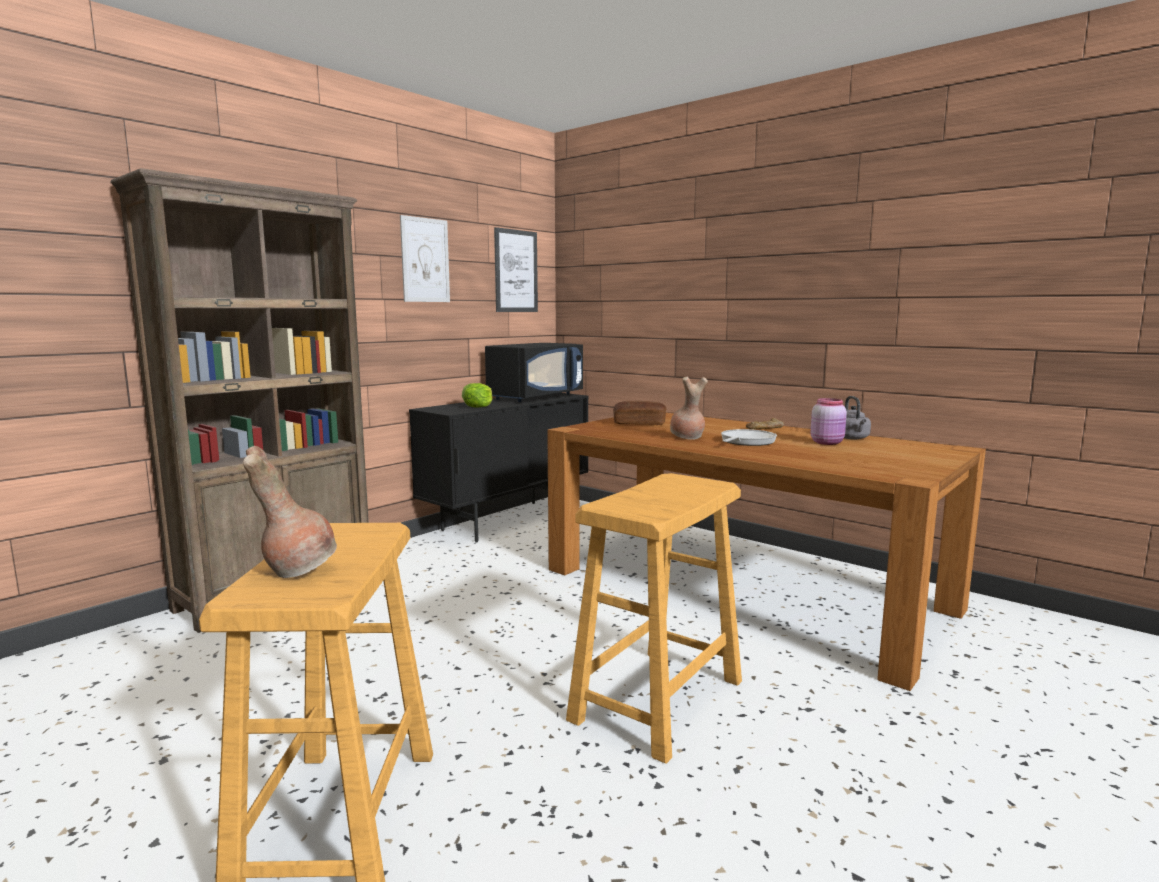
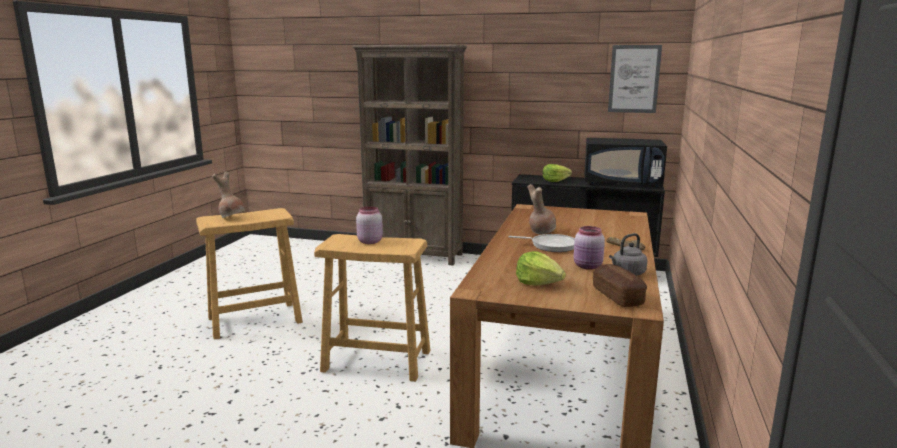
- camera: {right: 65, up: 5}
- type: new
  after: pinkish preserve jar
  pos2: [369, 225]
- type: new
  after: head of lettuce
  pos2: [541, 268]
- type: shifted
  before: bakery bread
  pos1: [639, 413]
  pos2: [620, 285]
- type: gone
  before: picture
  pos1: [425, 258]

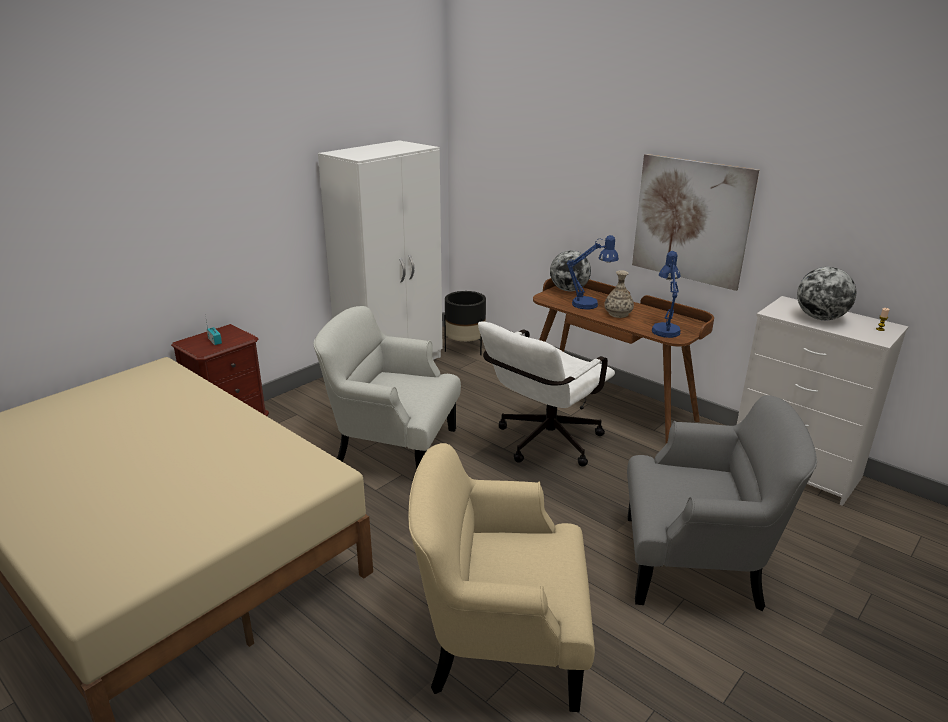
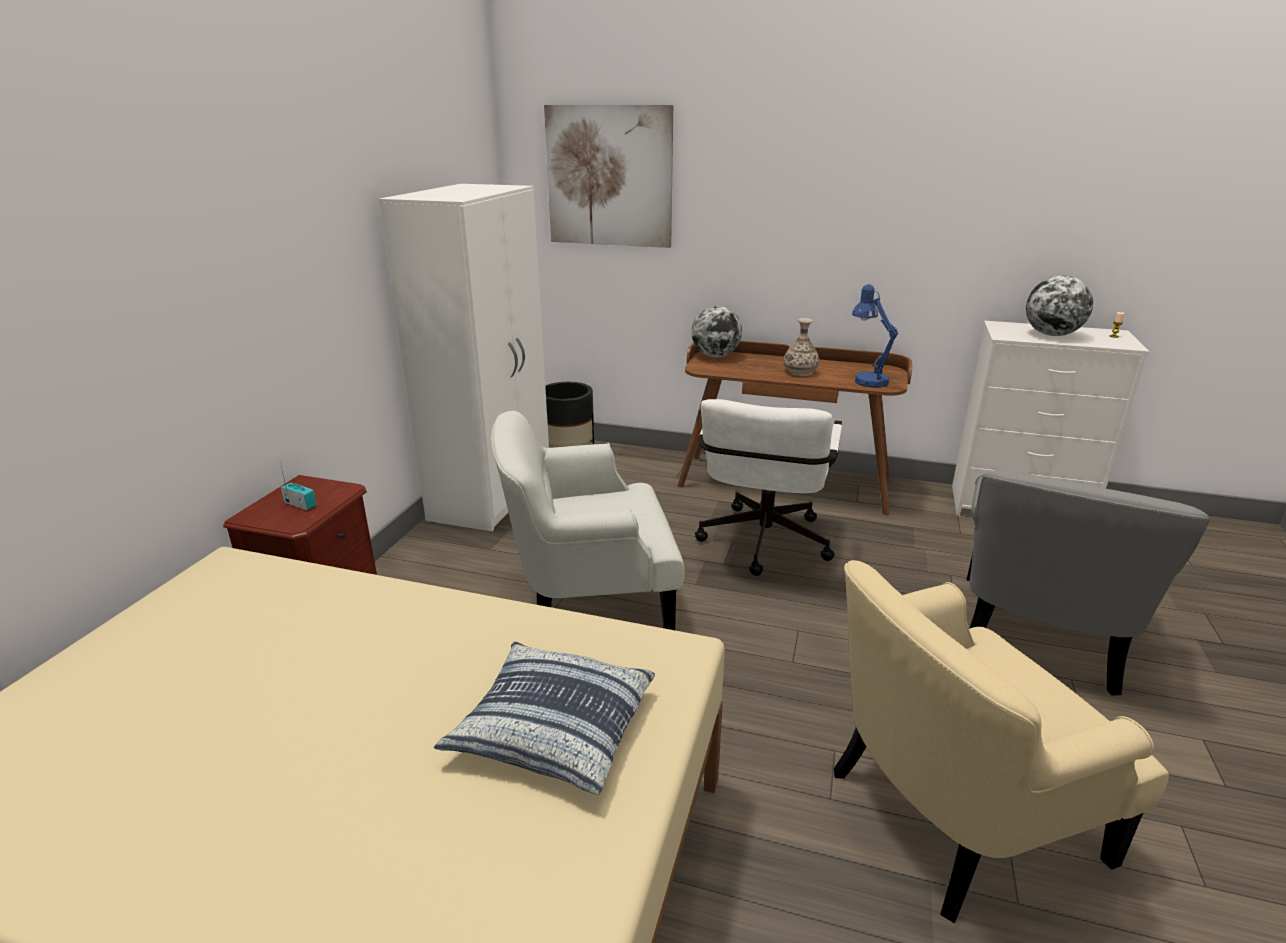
- camera: {right: -25, up: 0}
- type: new
  after: pillow
  pos2: [544, 718]
- type: shifted
  before: picture
  pos1: [695, 222]
  pos2: [608, 176]
- type: rotated
  before: greyish armchair
  pos1: [722, 503]
  pos2: [1088, 582]
  turn: 135
- type: gone
  before: blue table lamp
  pos1: [593, 272]

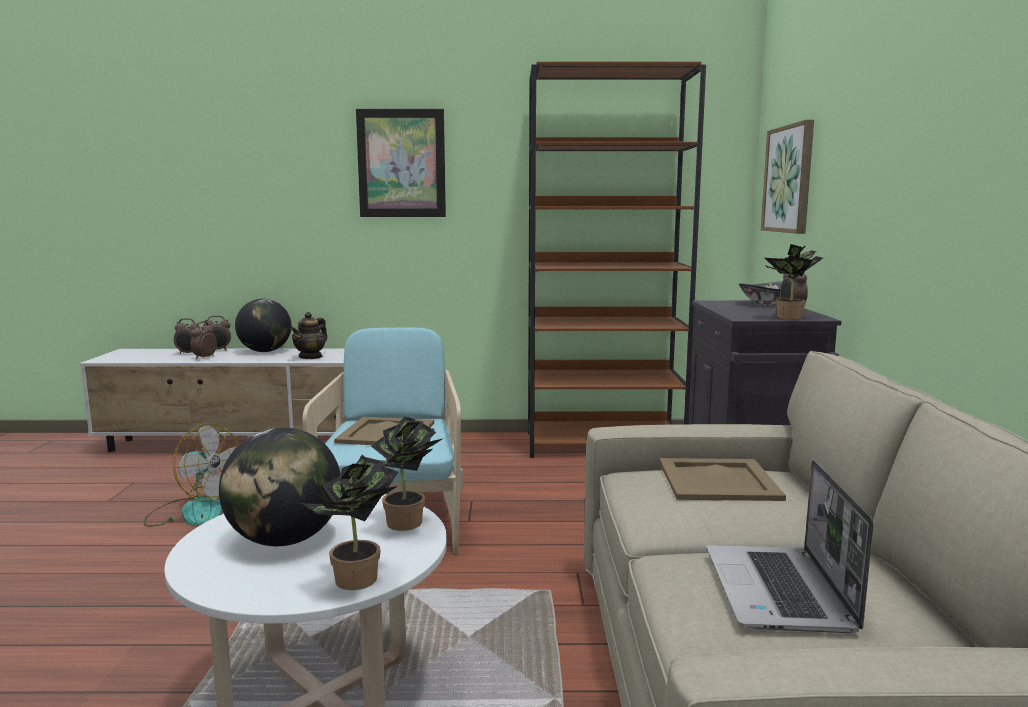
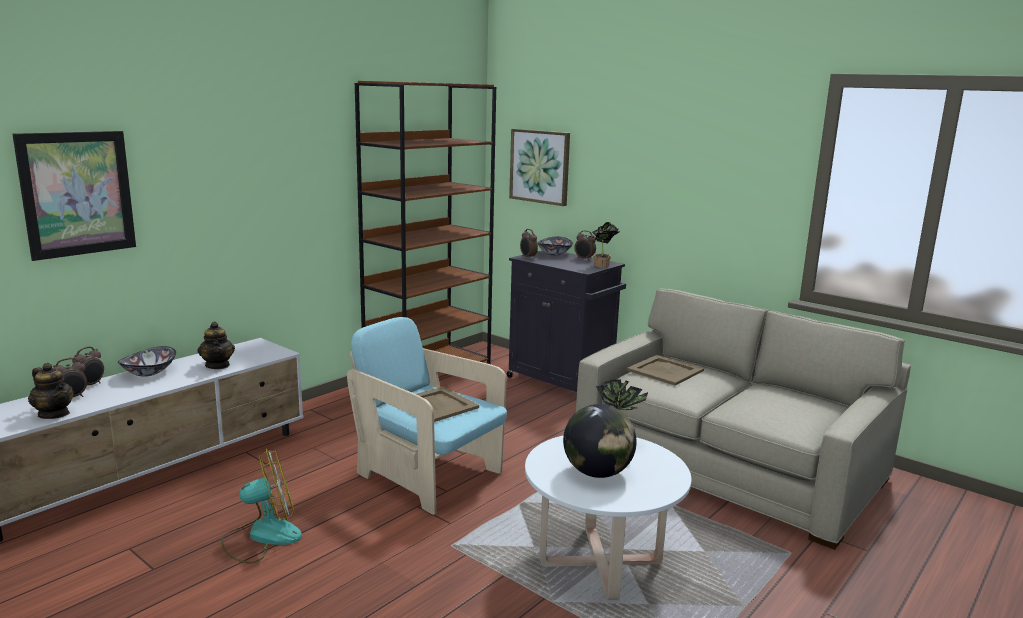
- camera: {right: -50, up: 5}
- type: shifted
  before: picture
  pos1: [401, 163]
  pos2: [74, 196]
- type: new
  after: tea pot
  pos2: [51, 391]
- type: swapped
  before: desk globe
  after: deep dish
  pos1: [263, 325]
  pos2: [147, 361]
- type: shifted
  before: table clock
  pos1: [204, 340]
  pos2: [529, 244]
- type: gone
  before: plant in a pot
  pos1: [350, 522]
- type: gone
  before: laptop
  pos1: [790, 546]

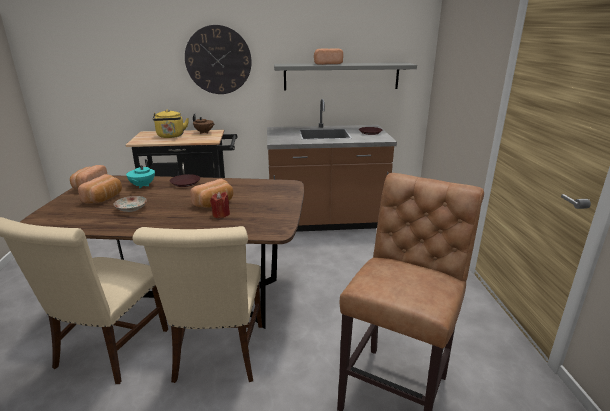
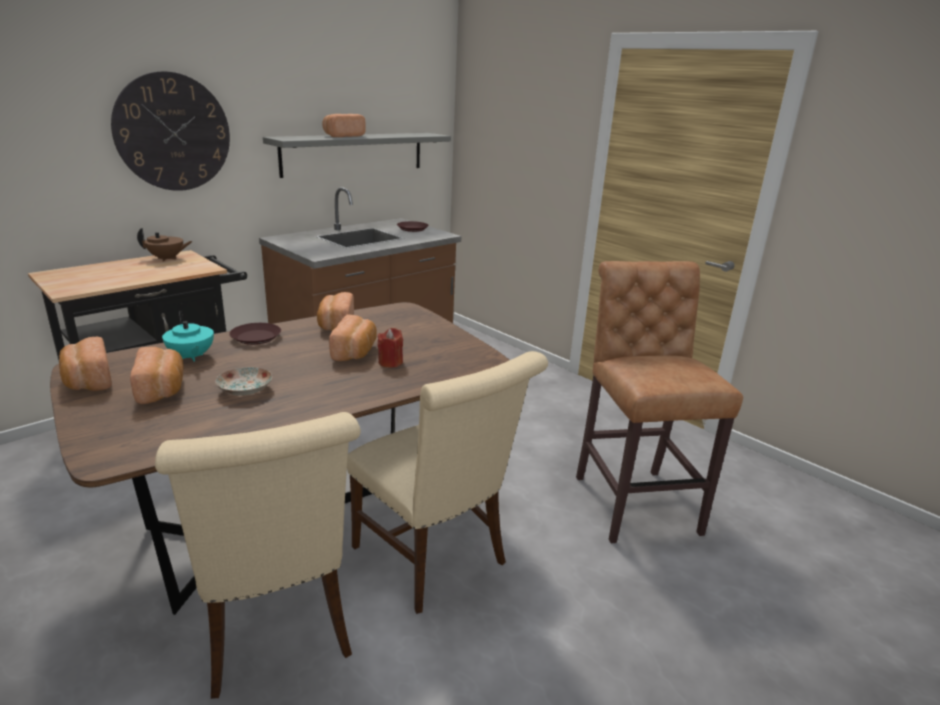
- camera: {right: -40, up: 0}
- type: new
  after: bakery bread
  pos2: [335, 311]
- type: gone
  before: yellow tea kettle
  pos1: [171, 123]

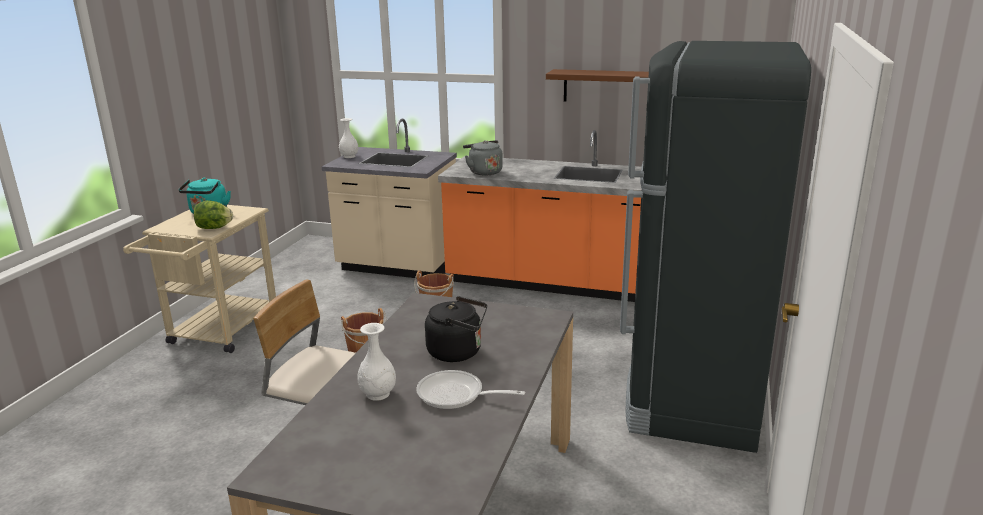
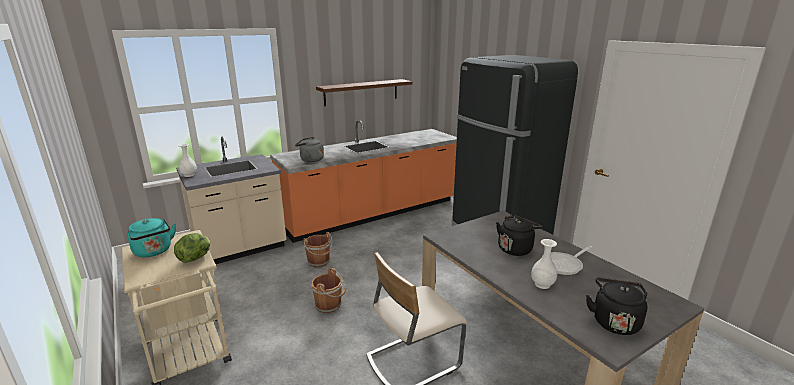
- camera: {right: -50, up: 0}
- type: new
  after: blackish tea kettle
  pos2: [617, 306]

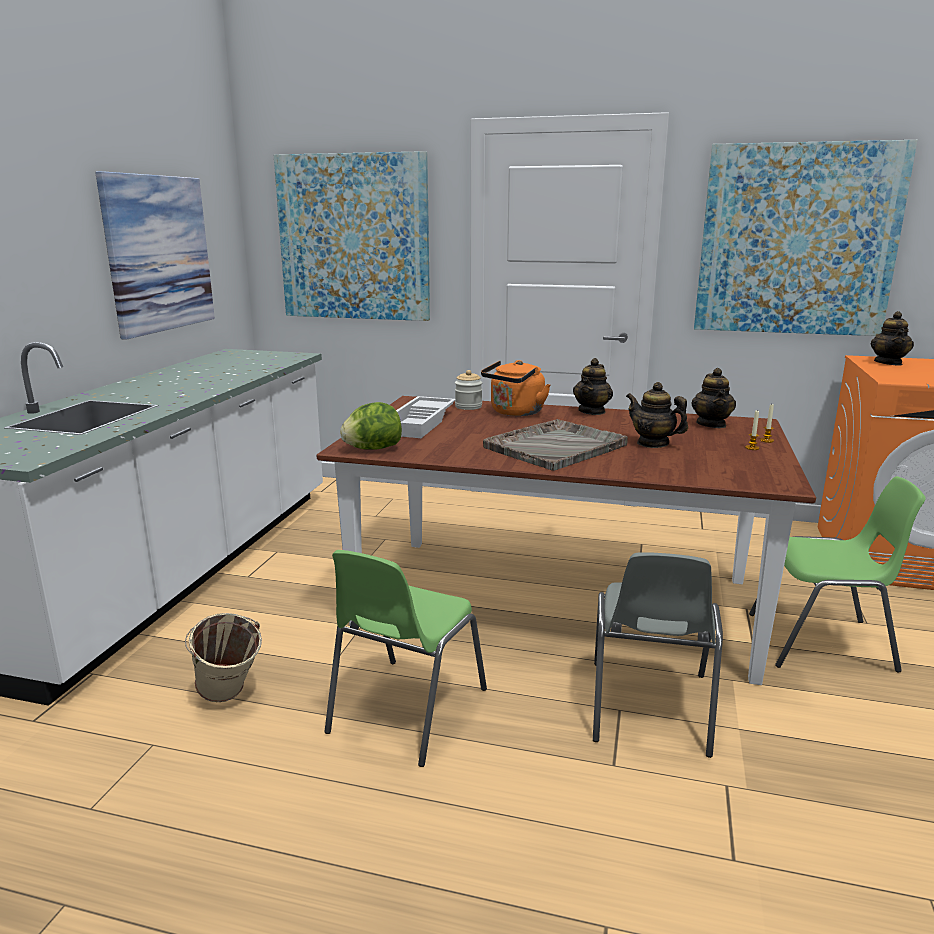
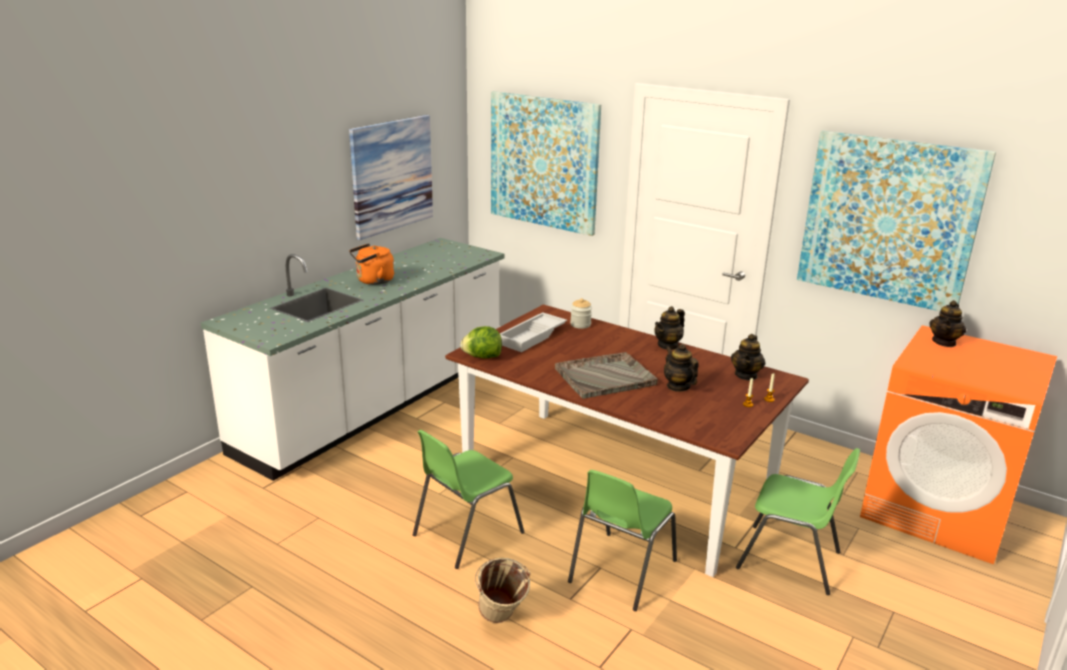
- camera: {right: 20, up: 5}
- type: shifted
  before: orange tea kettle
  pos1: [515, 388]
  pos2: [371, 264]
- type: shifted
  before: beige bucket
  pos1: [223, 657]
  pos2: [503, 590]
- type: repainted
  before: greyish chair
  after: green-coloured chair
  pos1: [658, 655]
  pos2: [622, 540]

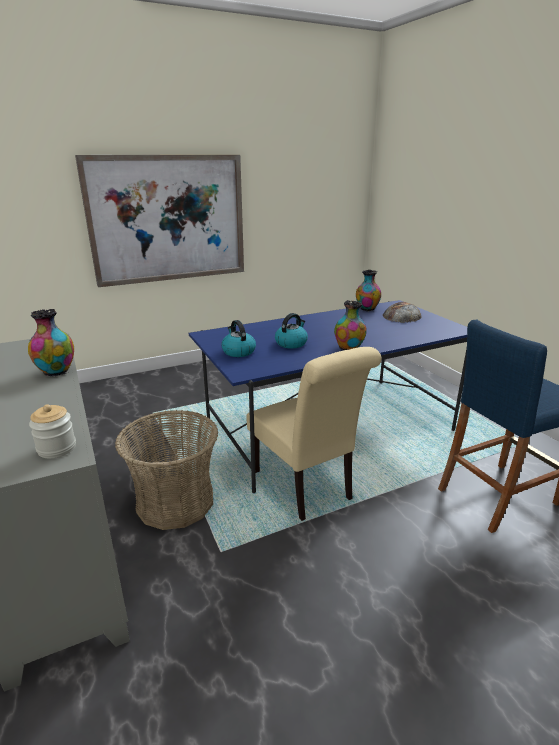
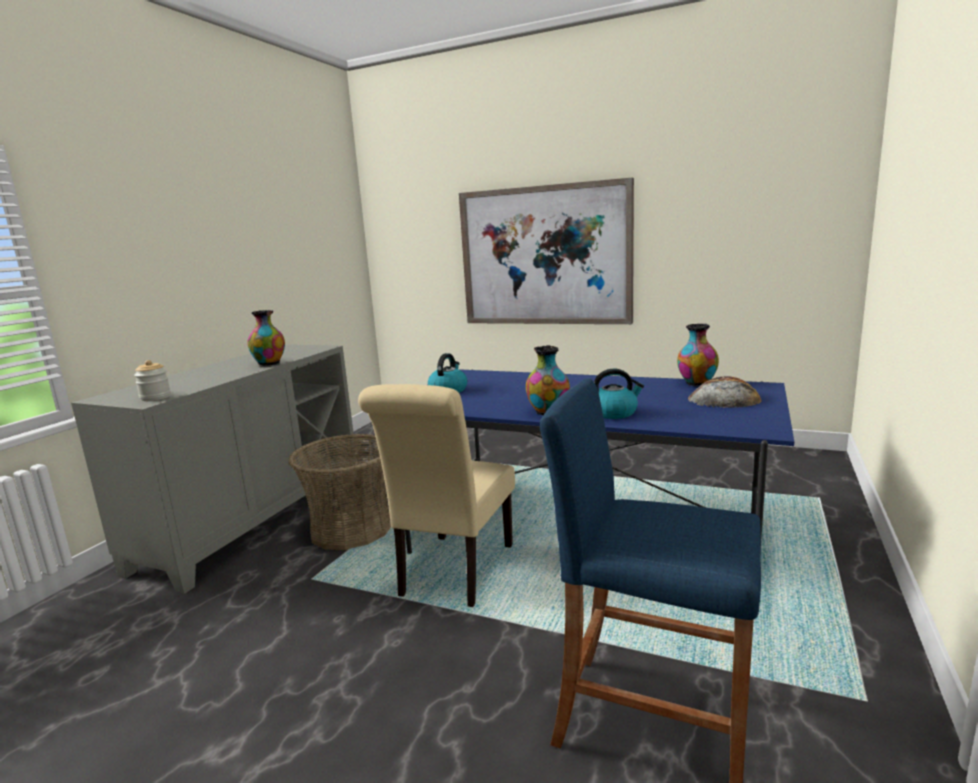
- camera: {right: 50, up: -10}
- type: shifted
  before: tea kettle
  pos1: [291, 330]
  pos2: [619, 394]

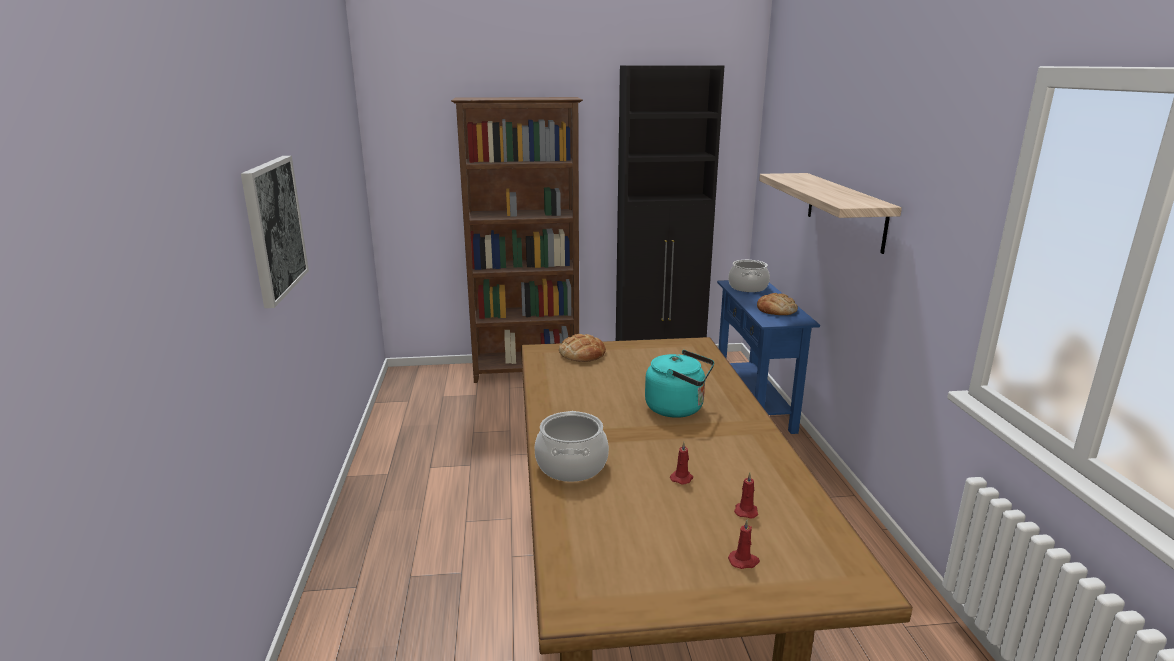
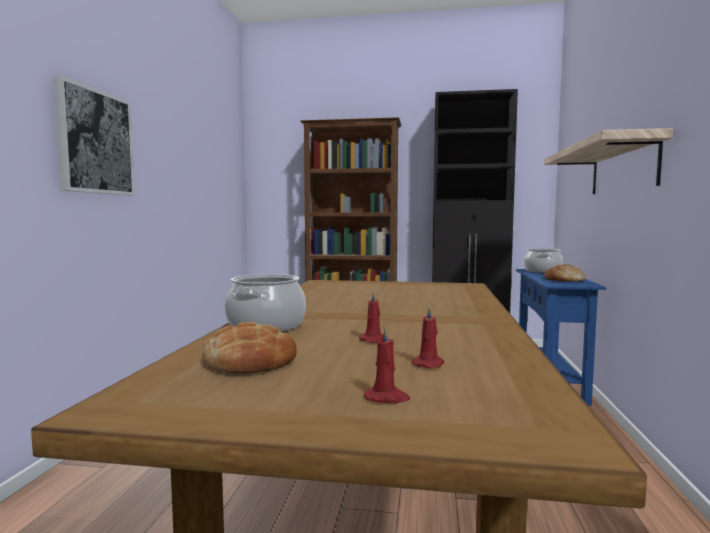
- camera: {right: 15, up: -15}
- type: shifted
  before: bakery bread
  pos1: [582, 348]
  pos2: [249, 348]
- type: gone
  before: blue-green tea kettle
  pos1: [679, 384]

